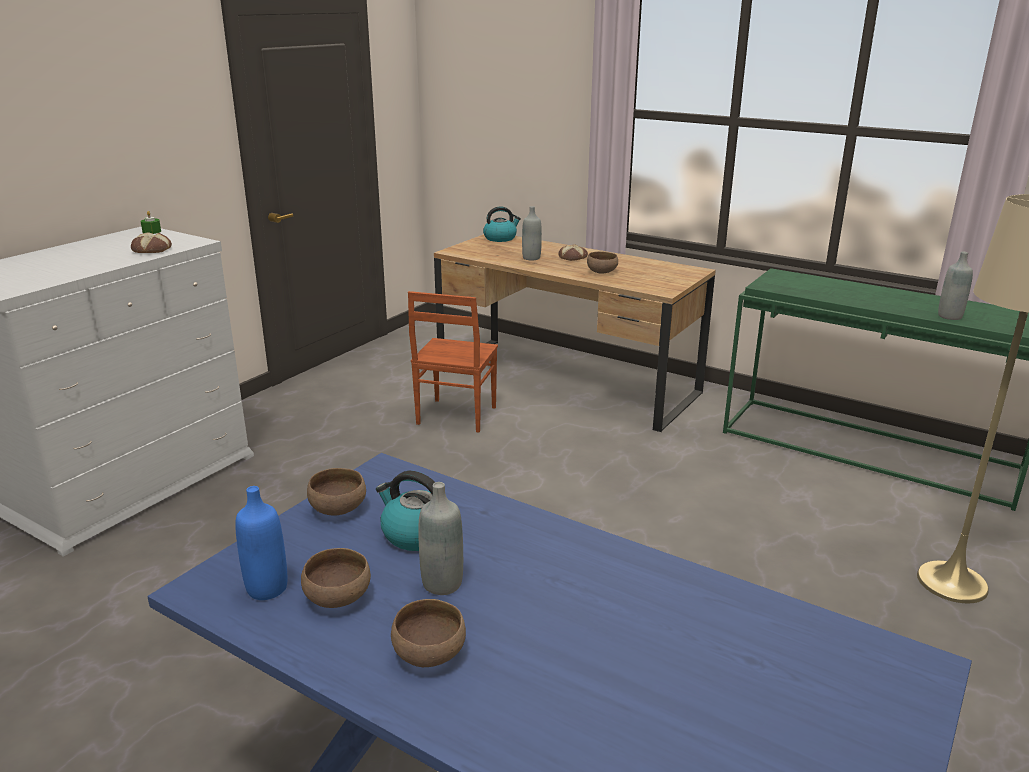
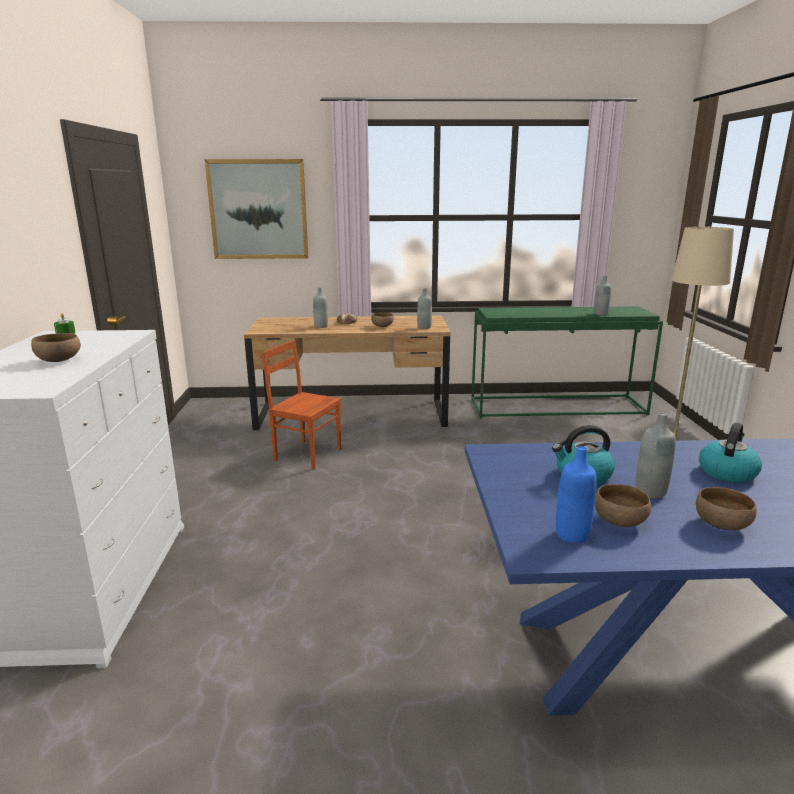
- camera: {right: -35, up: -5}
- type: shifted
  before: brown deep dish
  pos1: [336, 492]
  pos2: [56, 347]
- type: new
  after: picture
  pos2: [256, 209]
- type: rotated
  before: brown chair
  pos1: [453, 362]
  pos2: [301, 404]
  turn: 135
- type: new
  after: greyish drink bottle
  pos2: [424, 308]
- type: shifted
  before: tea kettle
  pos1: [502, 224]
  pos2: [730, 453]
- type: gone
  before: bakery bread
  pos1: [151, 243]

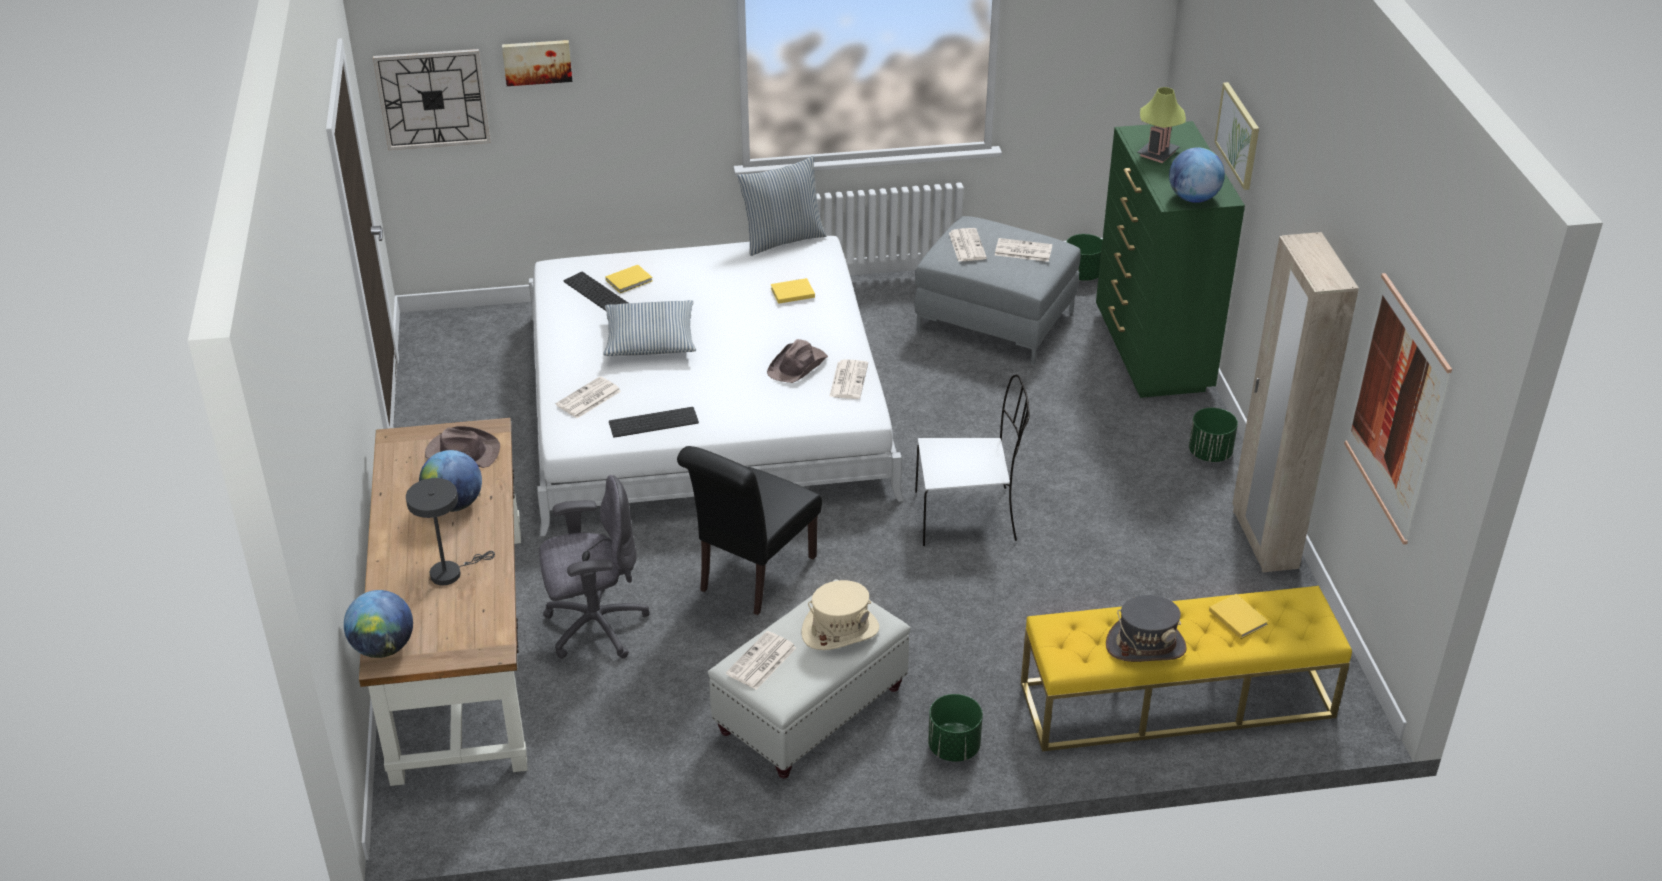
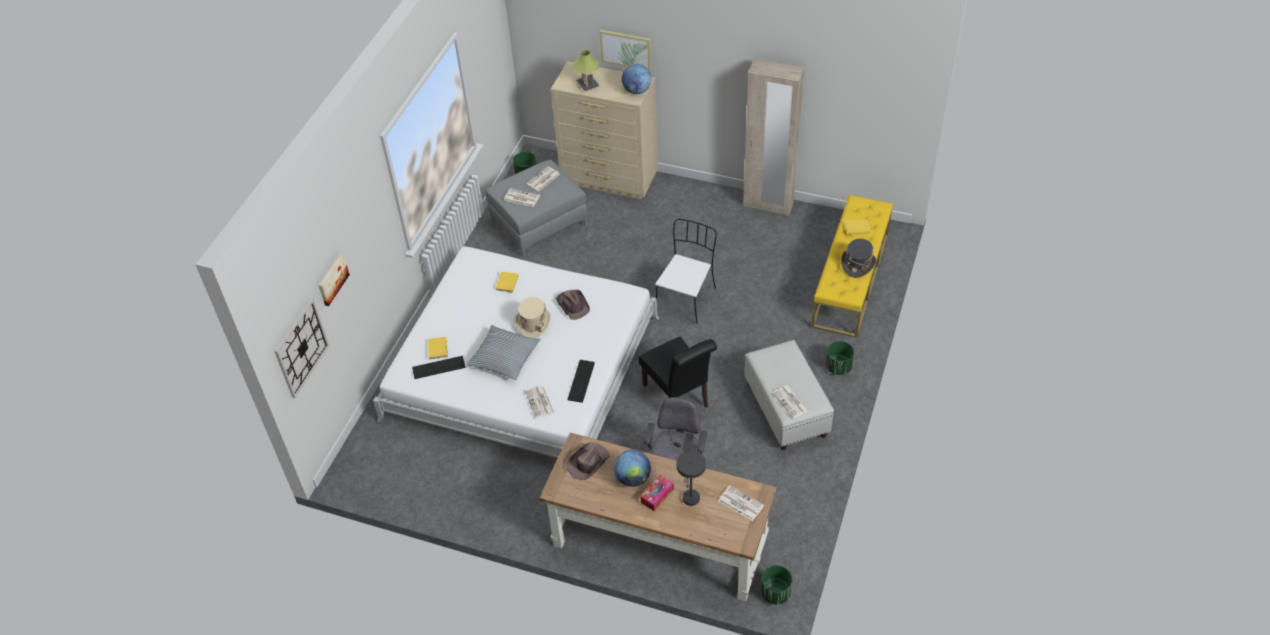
- camera: {right: -60, up: 10}
- type: shifted
  before: beige hat
  pos1: [840, 615]
  pos2: [533, 317]
- type: repainted
  before: green-coloured drawer chest
  after: beige drawer chest
  pos1: [1170, 259]
  pos2: [604, 130]
- type: new
  after: tissue box
  pos2: [657, 493]
- type: shifted
  before: newspaper
  pos1: [848, 379]
  pos2: [741, 503]
- type: shifted
  before: green-coloured flower pot
  pos1: [1213, 435]
  pos2: [776, 585]
- type: gone
  before: desk globe
  pos1: [378, 624]
- type: gone
  before: pillow
  pos1: [781, 206]
- type: gone
  before: picture
  pos1: [1398, 409]

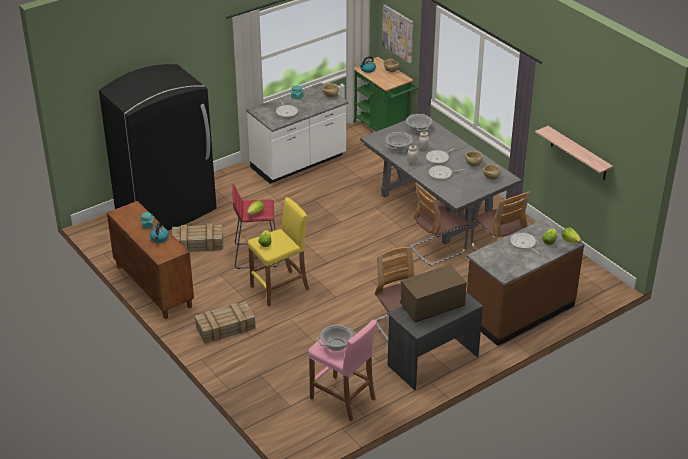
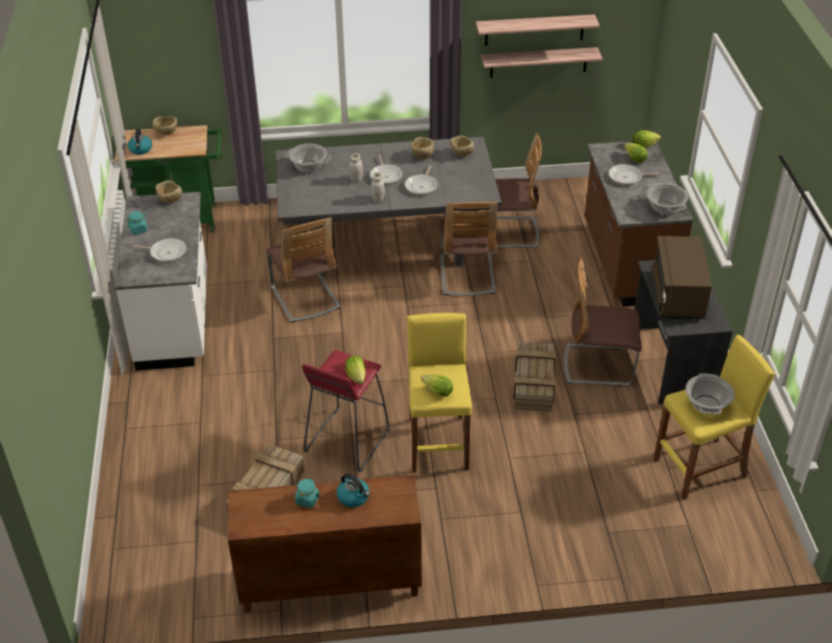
- camera: {right: -60, up: 5}
- type: new
  after: chair
  pos2: [303, 269]
- type: new
  after: wall shelf
  pos2: [538, 30]
- type: shifted
  before: shipping crate
  pos1: [225, 322]
  pos2: [534, 376]
- type: shifted
  before: cooking pot
  pos1: [399, 142]
  pos2: [667, 199]
- type: repainted
  before: pinkish stool
  after: yellow stool
  pos1: [342, 370]
  pos2: [714, 417]
- type: gone
  before: blackish refrigerator
  pos1: [158, 147]
- type: gone
  before: picture
  pos1: [397, 34]

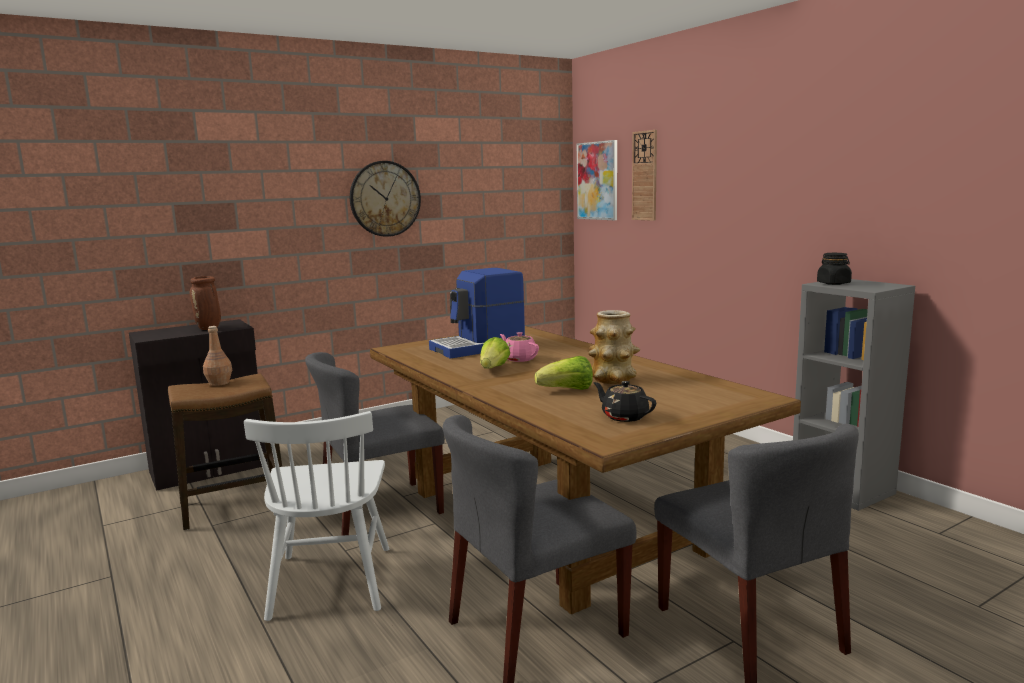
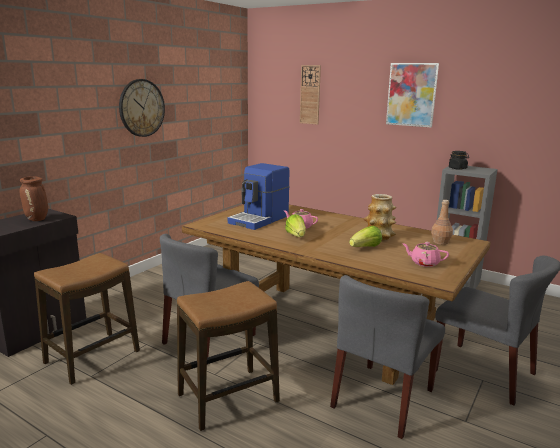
- camera: {right: -25, up: 5}
- type: swapped
  before: whitish chair
  after: stool
  pos1: [316, 516]
  pos2: [228, 356]
- type: shifted
  before: picture
  pos1: [597, 180]
  pos2: [412, 95]
- type: repainted
  before: blackish tea pot
  after: pinkish tea pot
  pos1: [624, 401]
  pos2: [426, 254]
- type: shifted
  before: brown drink bottle
  pos1: [217, 356]
  pos2: [442, 222]

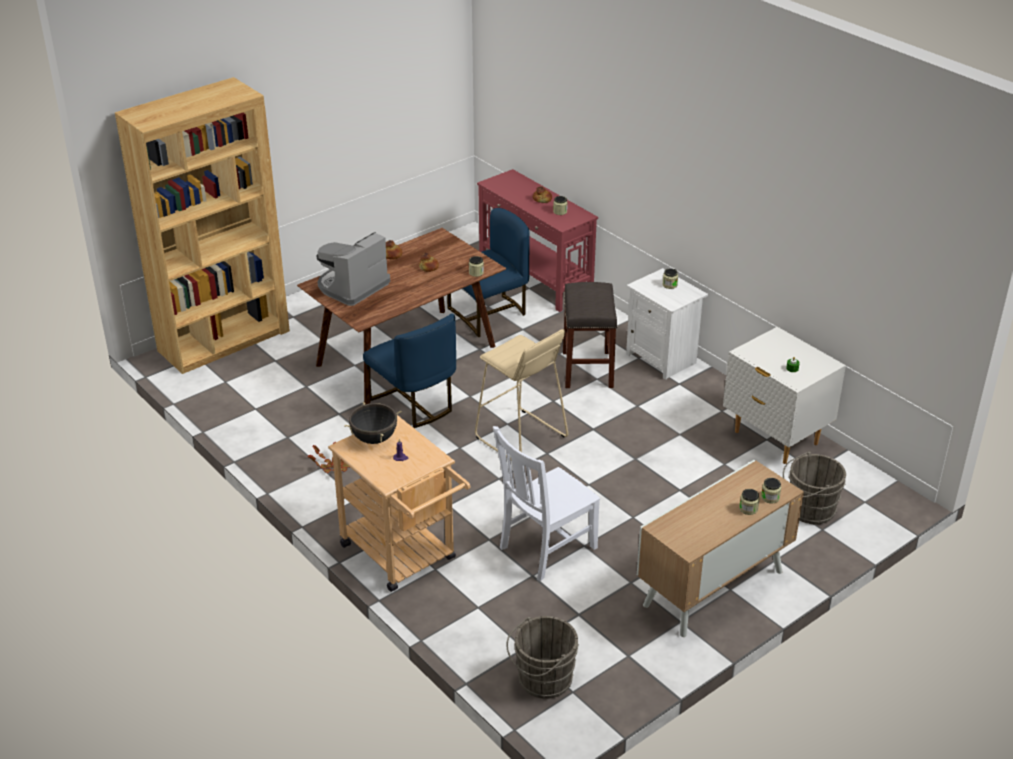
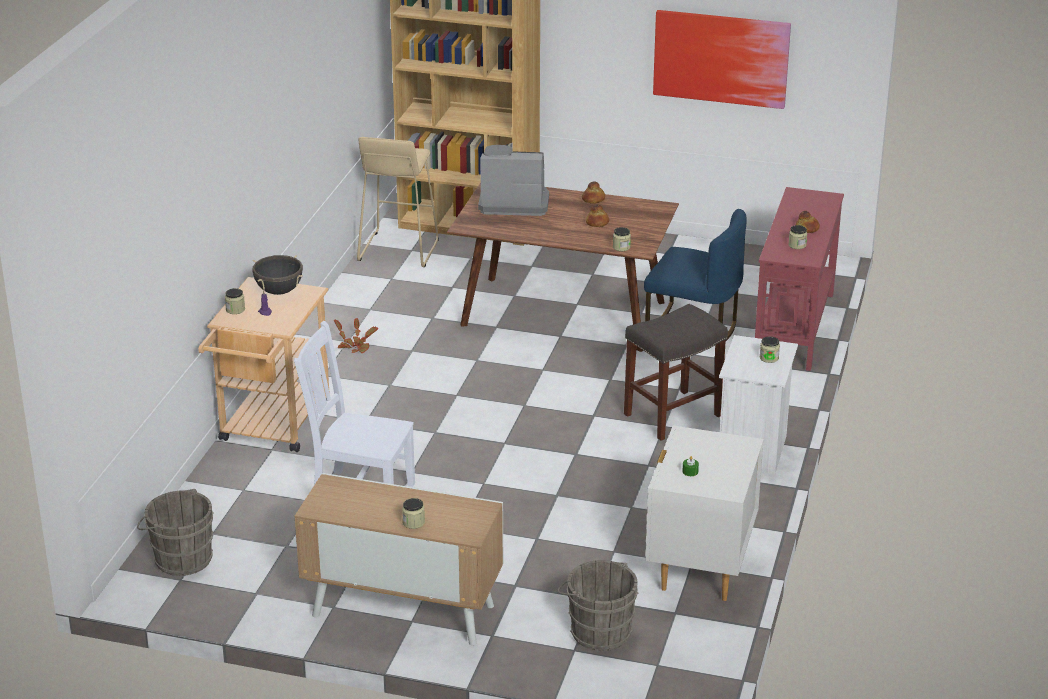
- camera: {right: 55, up: -5}
- type: shifted
  before: preserve jar
  pos1: [771, 491]
  pos2: [235, 301]
- type: shifted
  before: beige stool
  pos1: [521, 394]
  pos2: [398, 202]
- type: new
  after: picture
  pos2: [722, 59]
- type: gone
  before: blue chair
  pos1: [409, 370]

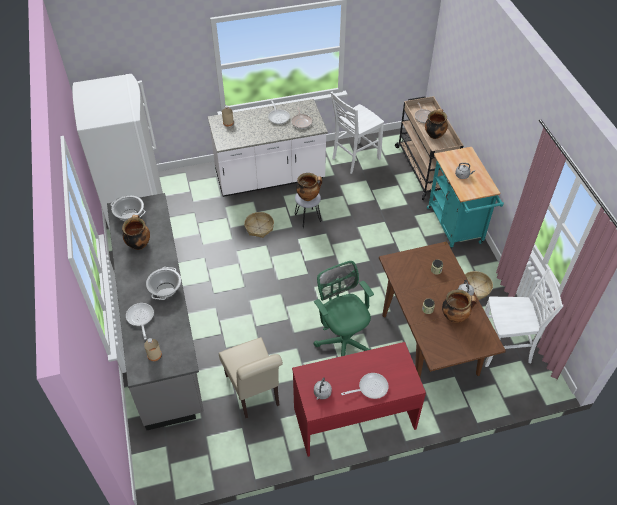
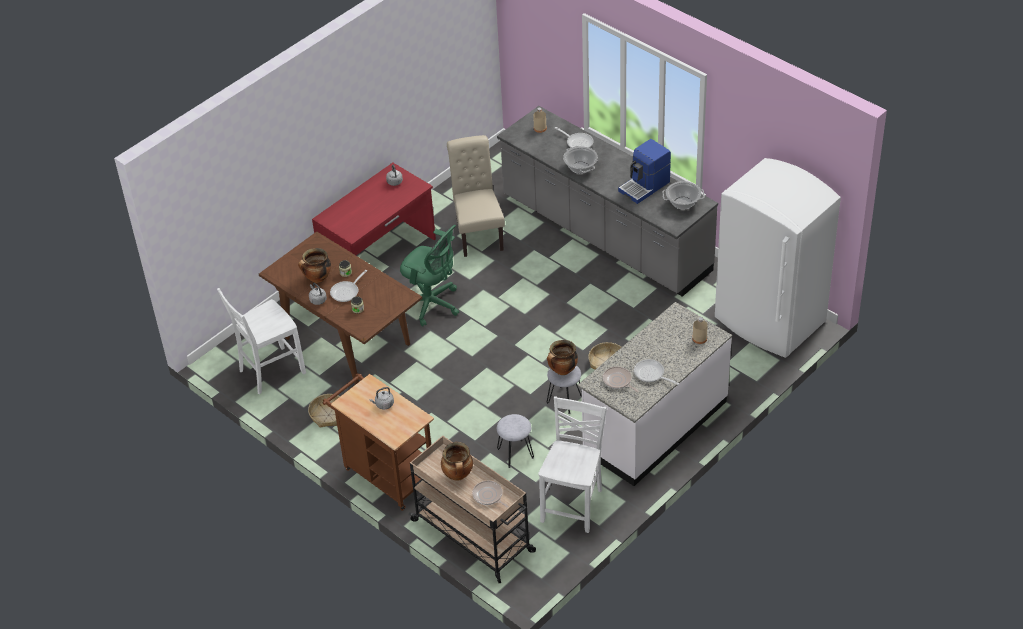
- camera: {right: 150, up: -5}
- type: repainted
  before: blue-green wheeled cart
  after: brown wheeled cart
  pos1: [465, 198]
  pos2: [378, 442]
- type: shifted
  before: frying pan
  pos1: [365, 386]
  pos2: [348, 286]
- type: rotated
  before: beige chair
  pos1: [251, 377]
  pos2: [476, 196]
  turn: 45
- type: new
  after: greyish stool
  pos2: [515, 441]
- type: swapped
  before: cooking pot
  after: coffee maker
  pos1: [136, 232]
  pos2: [644, 171]

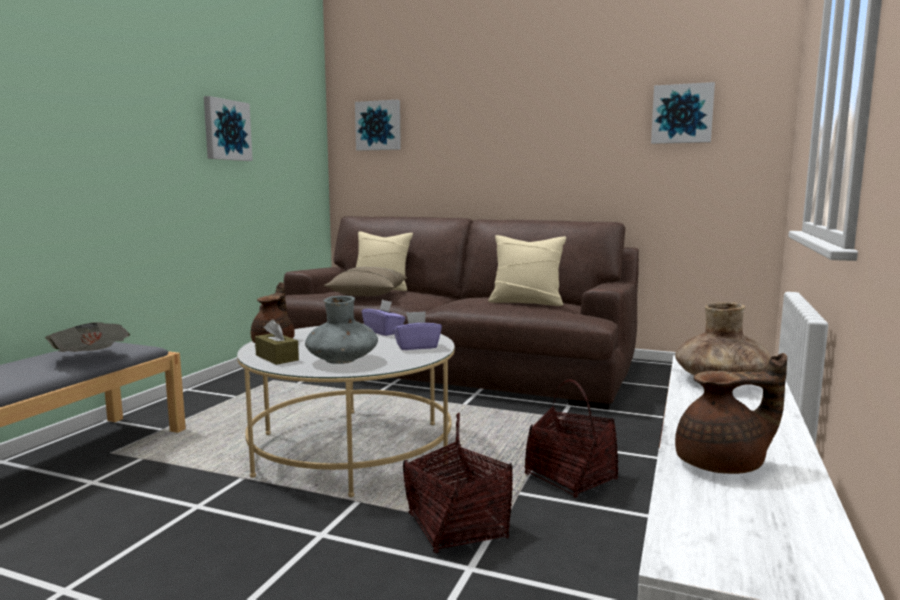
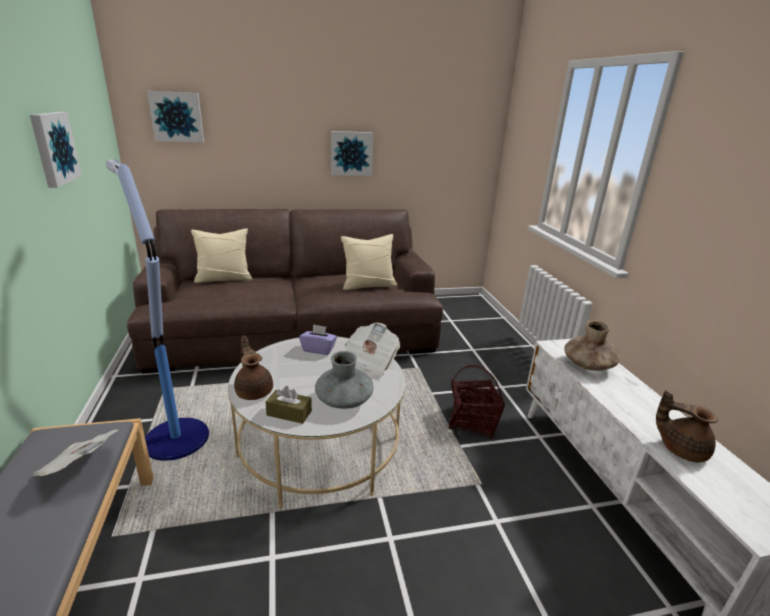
- camera: {right: -35, up: 15}
- type: new
  after: standard lamp
  pos2: [157, 310]
- type: shifted
  before: picture
  pos1: [683, 113]
  pos2: [352, 153]
- type: swapped
  before: purple-coloured tissue box
  after: newspaper
  pos1: [417, 330]
  pos2: [372, 350]
- type: rotated
  before: brown tea pot
  pos1: [731, 413]
  pos2: [687, 426]
  turn: -105
- type: gone
  before: beige pillow
  pos1: [365, 281]
- type: gone
  before: basket
  pos1: [458, 483]

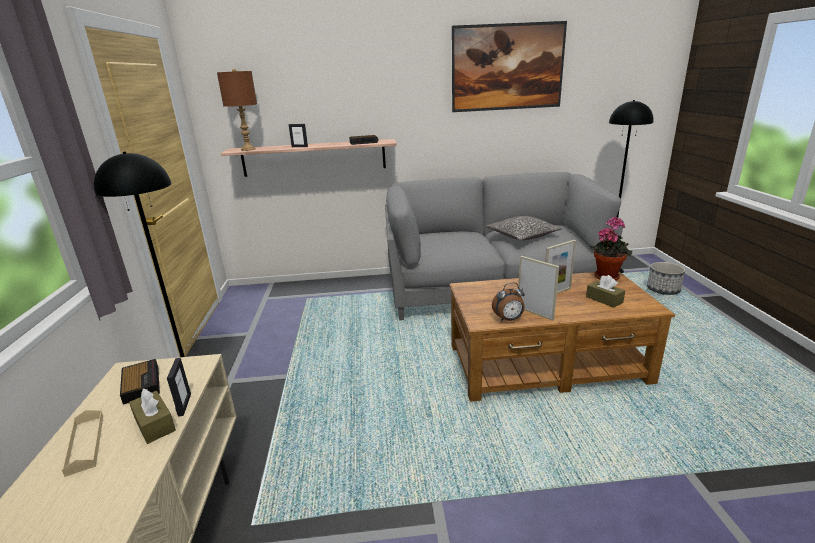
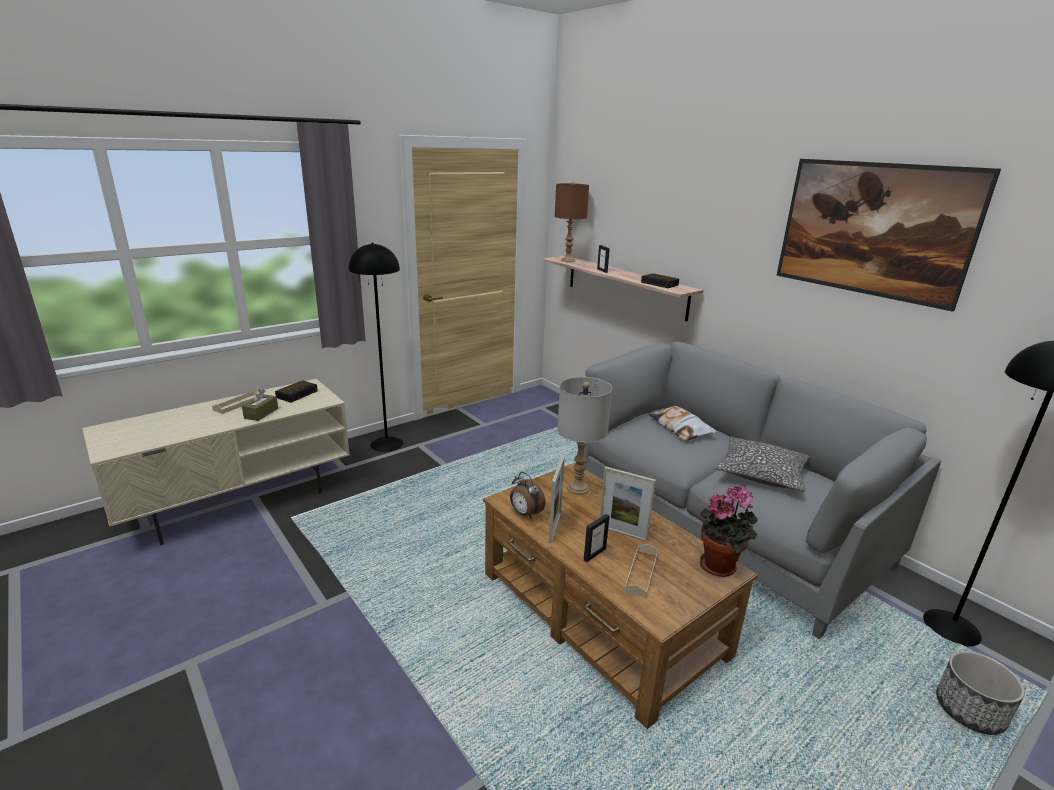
- camera: {right: 55, up: 0}
- type: new
  after: greyish table lamp
  pos2: [584, 436]
- type: shifted
  before: picture frame
  pos1: [179, 387]
  pos2: [596, 538]
- type: swapped
  before: brown tissue box
  after: beige serving tray
  pos1: [605, 291]
  pos2: [641, 571]
- type: new
  after: pillow
  pos2: [682, 423]

